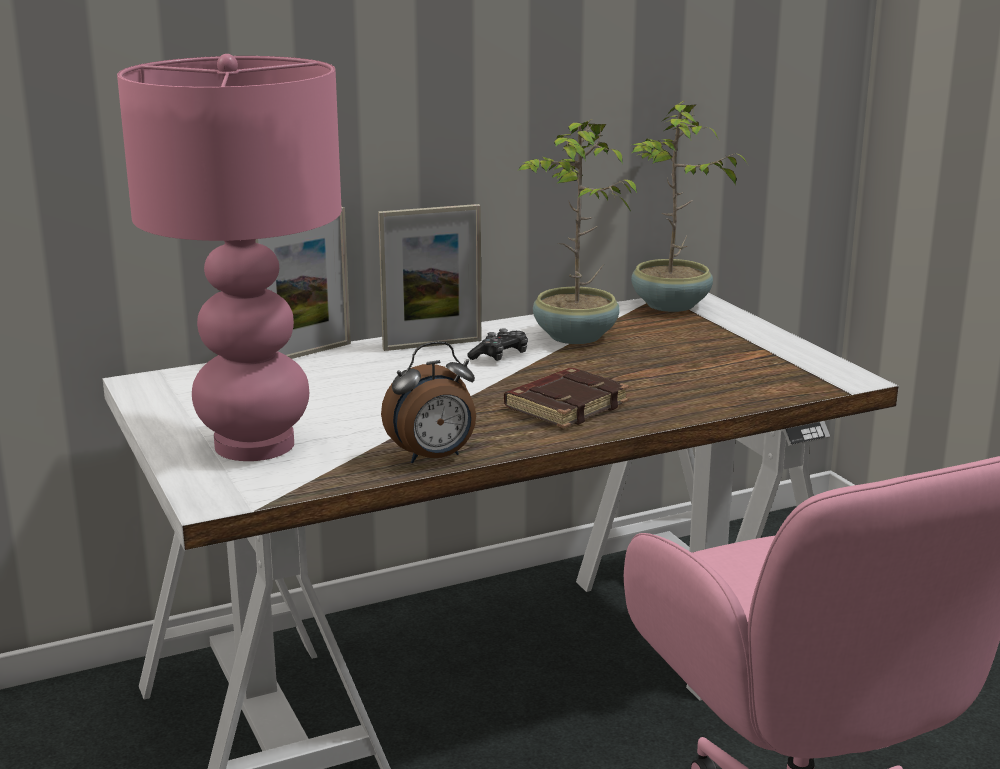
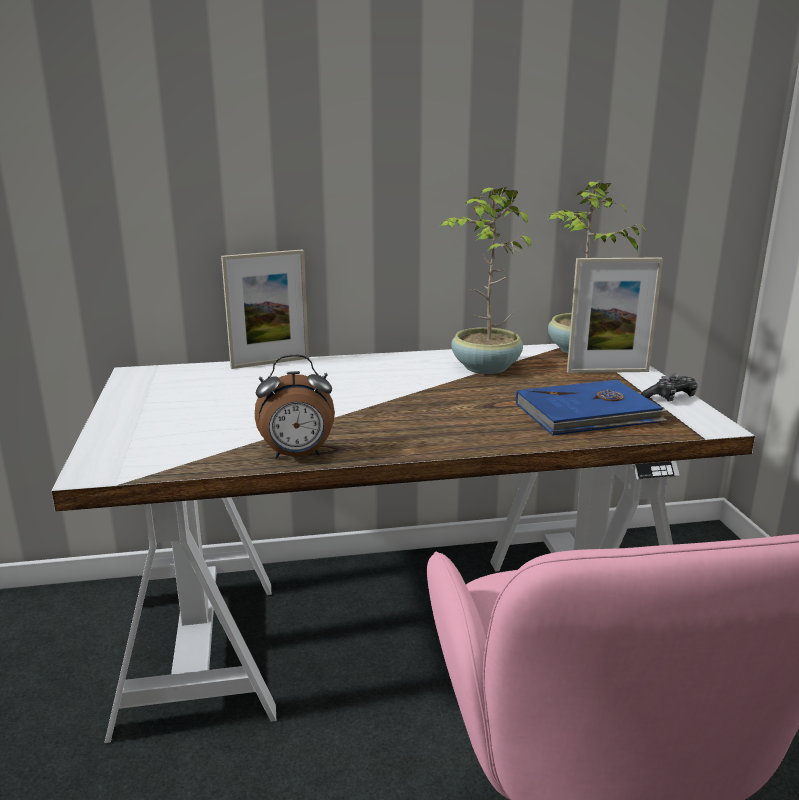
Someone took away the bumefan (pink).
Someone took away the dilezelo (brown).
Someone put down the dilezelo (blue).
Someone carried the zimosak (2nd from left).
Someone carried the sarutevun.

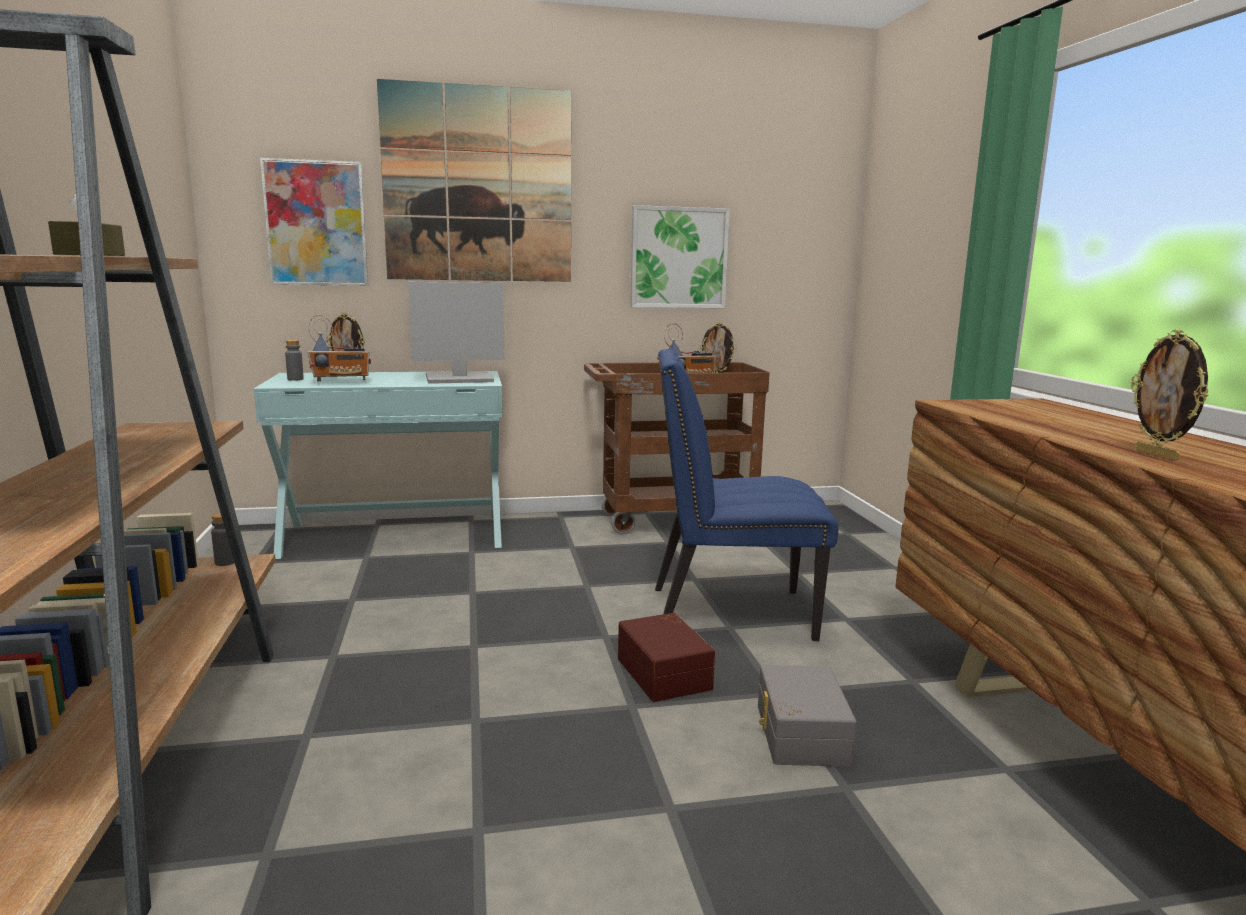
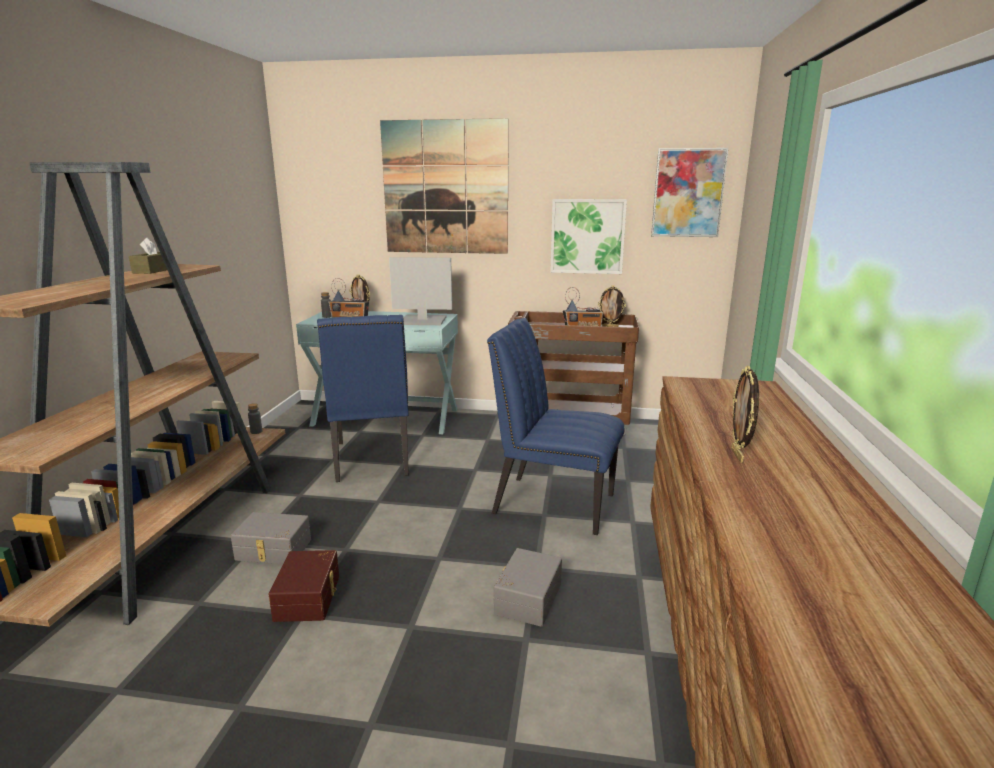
Someone put down the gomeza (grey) (1st from left).
Someone put down the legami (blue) (1st from left).
Someone carried the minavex (1st from left in the first image).
Someone carried the gomeza (brown).

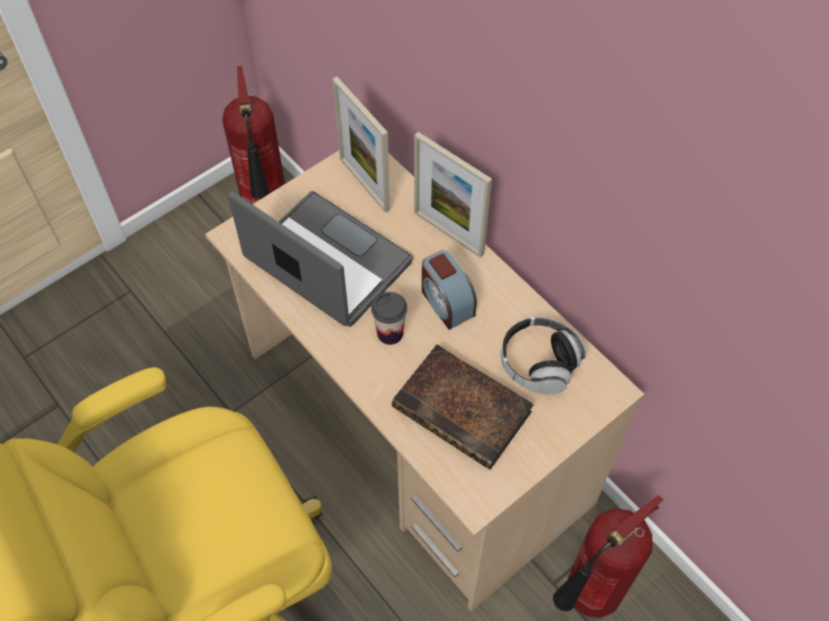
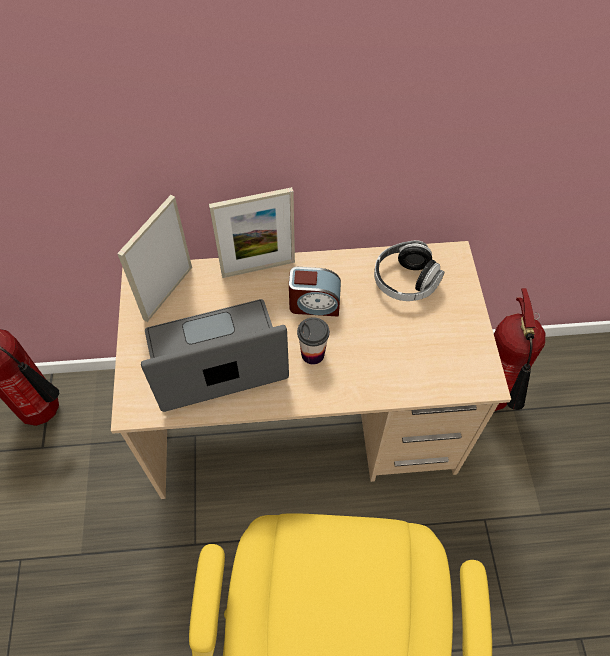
Someone took away the dilezelo.
Someone rotated the zimosak (1st from left) by 120 degrees clockwise.

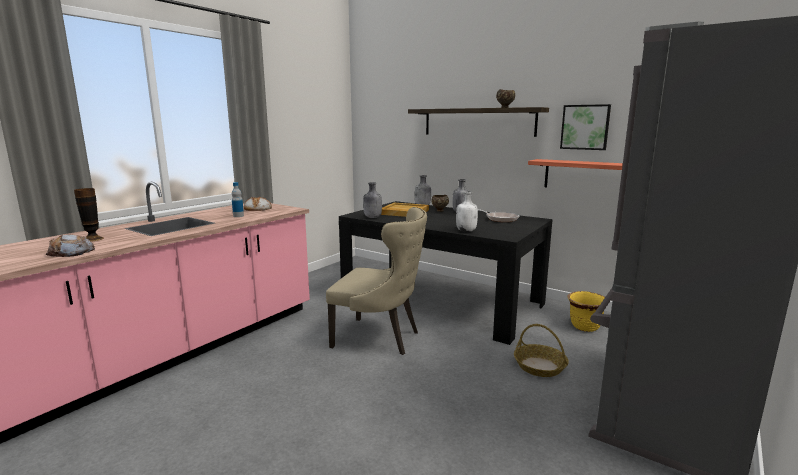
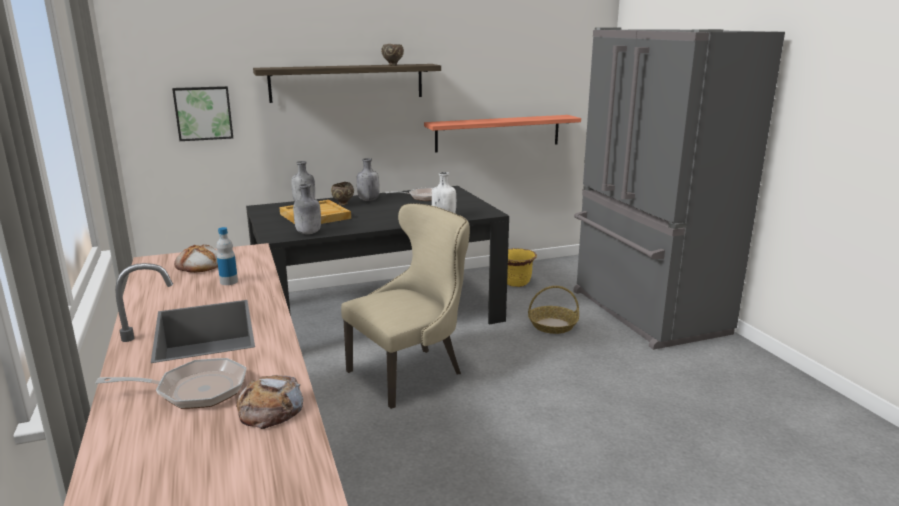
Someone carried the minavex.
Someone swapped the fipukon for the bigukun (1st from left).

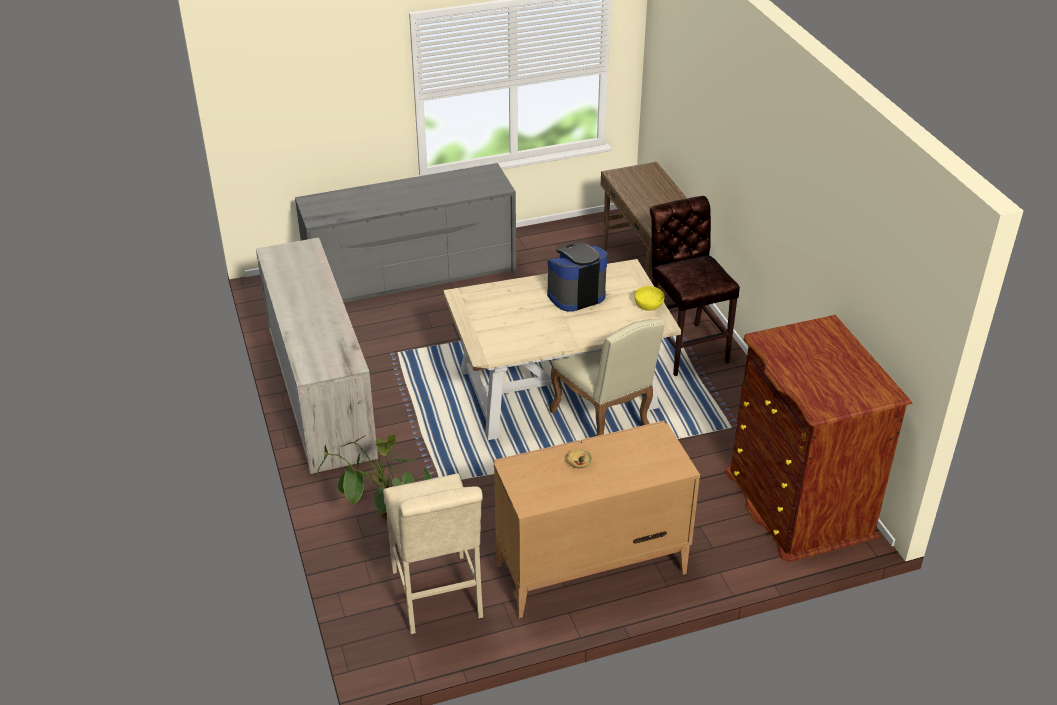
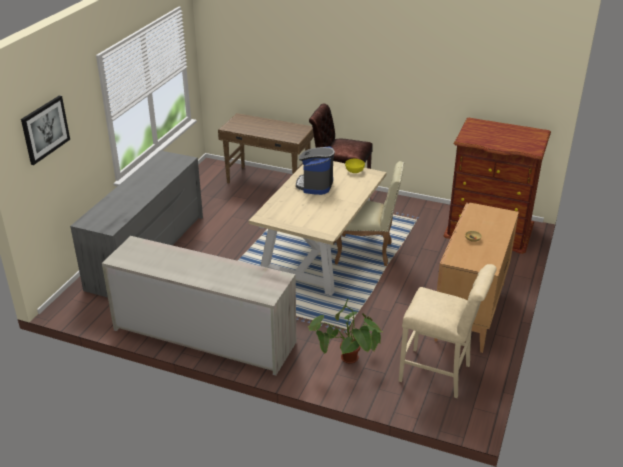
Someone put up the minavex.

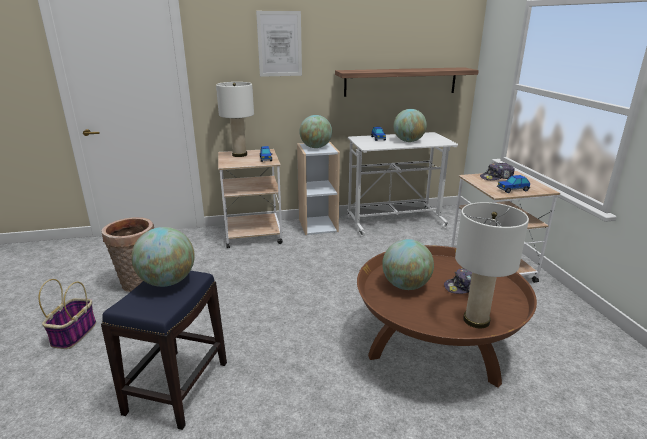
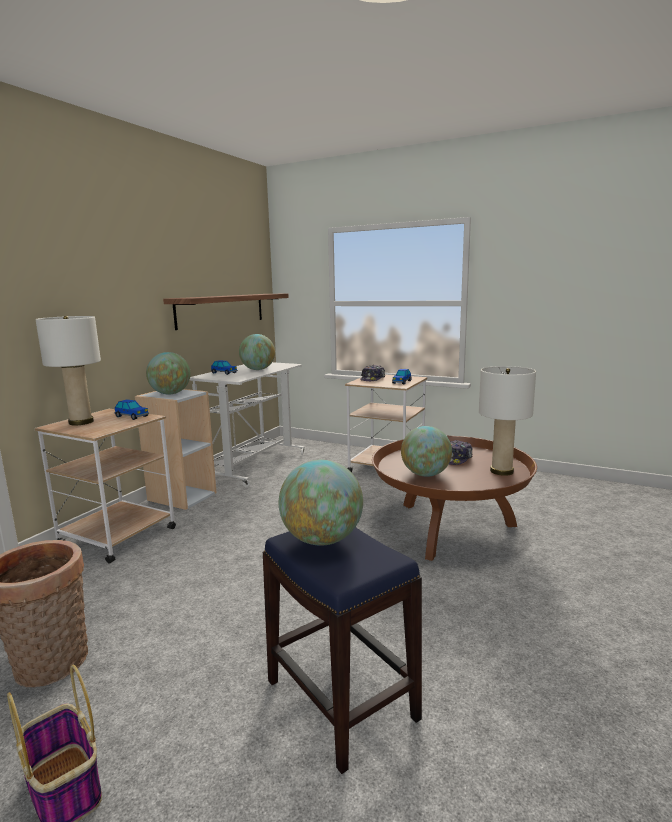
Someone took away the minavex.

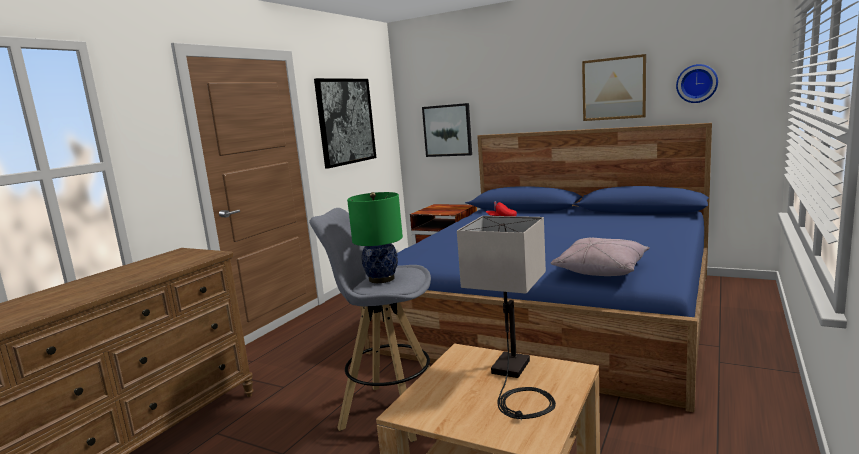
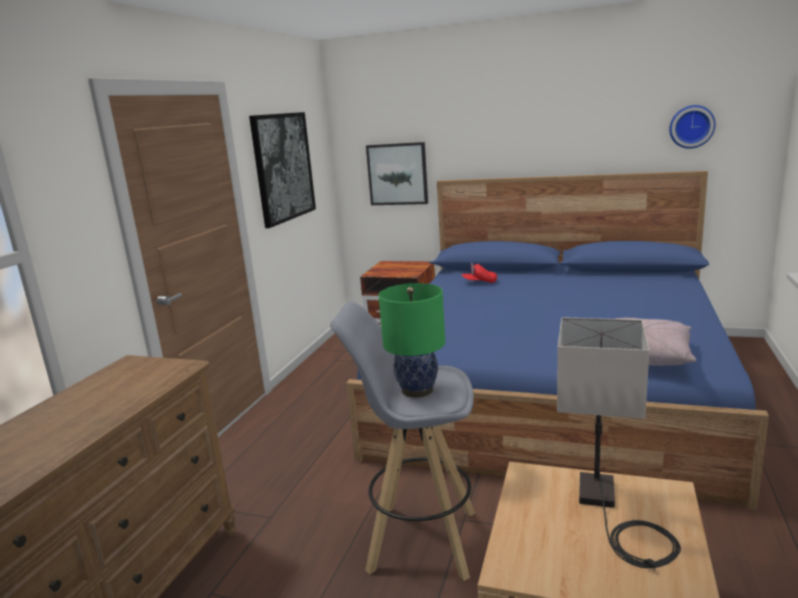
Someone took away the minavex (3rd from left).

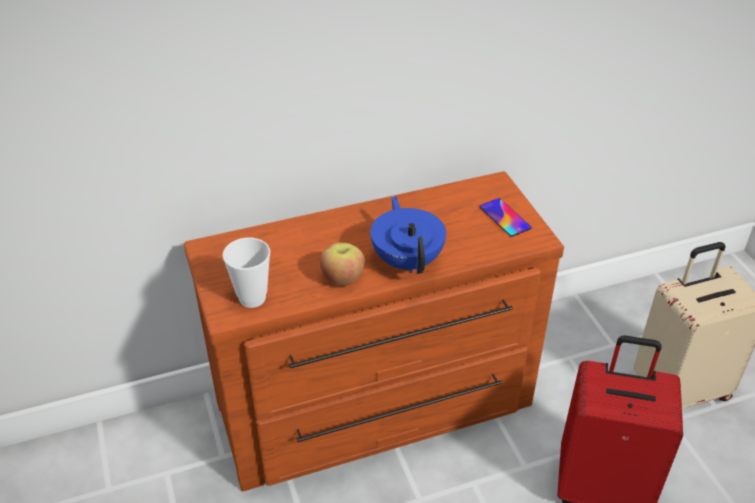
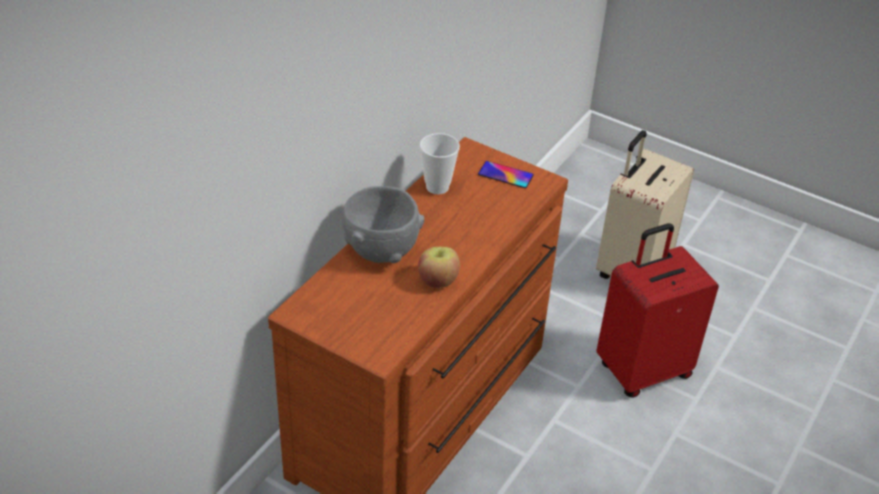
Someone took away the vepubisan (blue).
Someone put down the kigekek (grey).
Someone carried the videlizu.

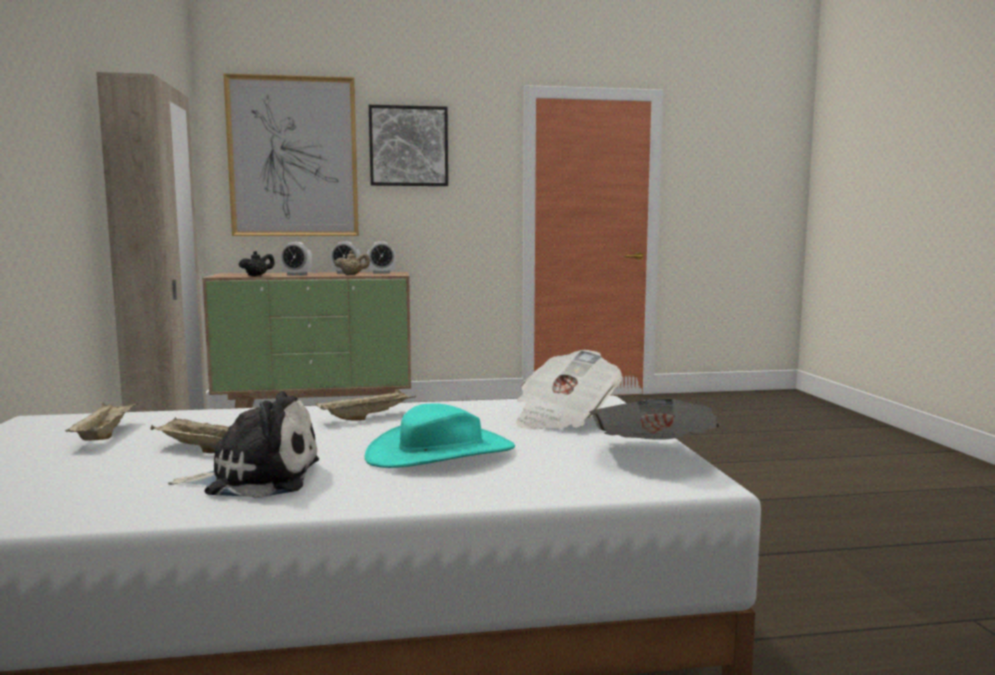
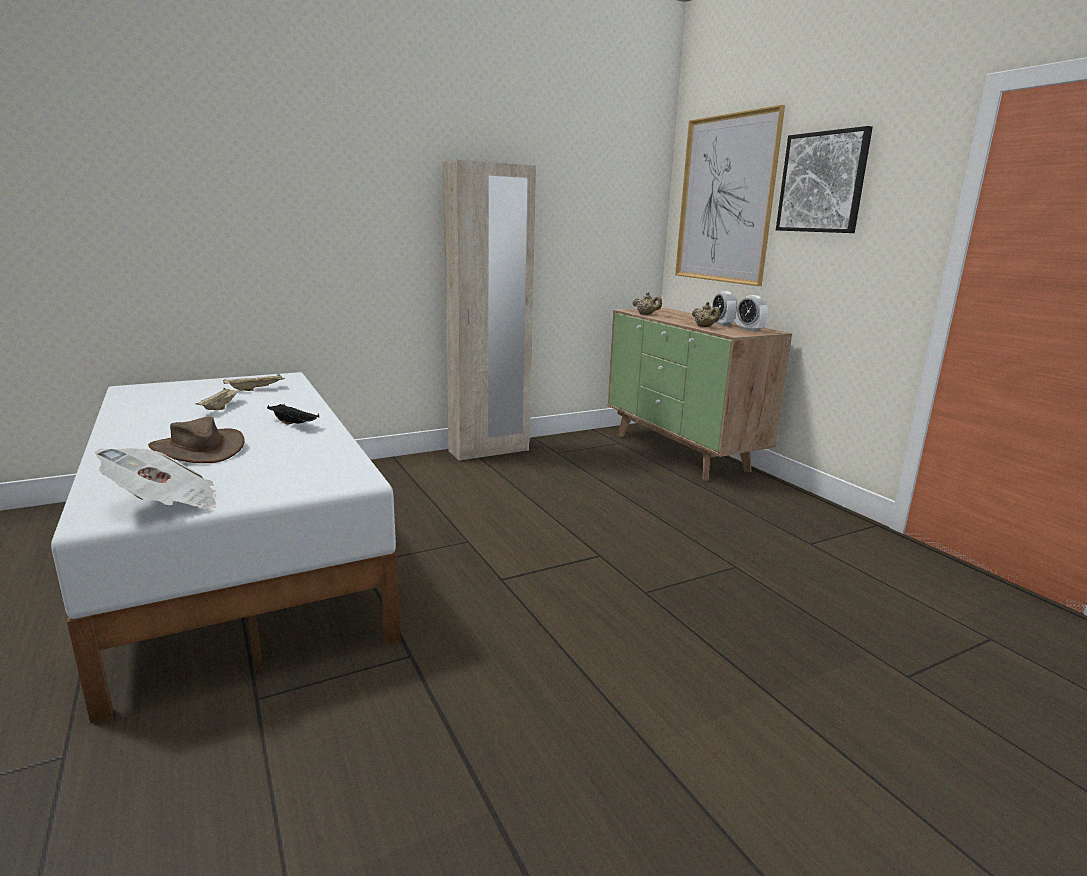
Someone took away the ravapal.
Someone took away the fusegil (1st from left).
Someone took away the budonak (1st from left).
Someone repainted the vepubisan (black), which became the vepubisan (beige) (1st from left).
Someone repainted the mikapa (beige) (3rd from left), which became the mikapa (black).
Someone repainted the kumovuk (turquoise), which became the kumovuk (brown).

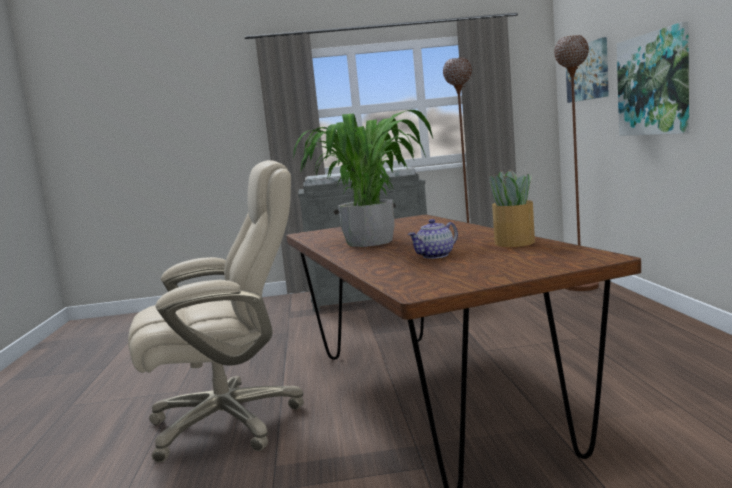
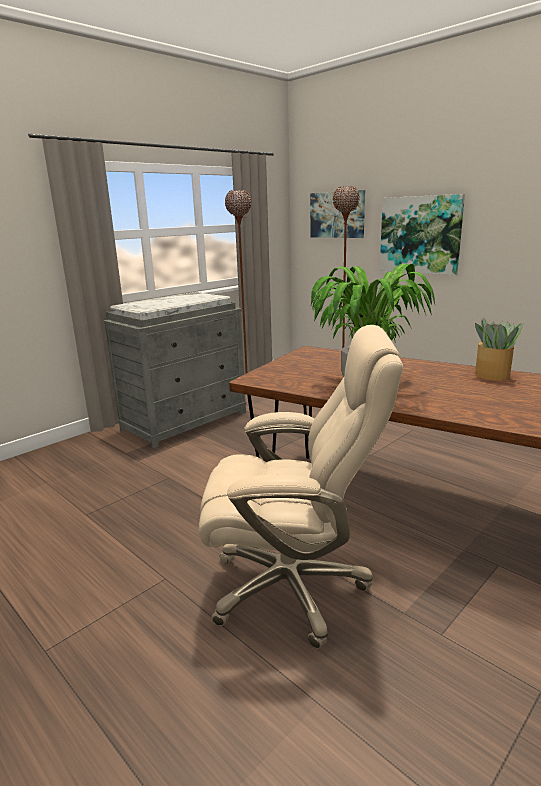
Someone took away the vepubisan.
Someone rotated the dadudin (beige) by 60 degrees clockwise.

